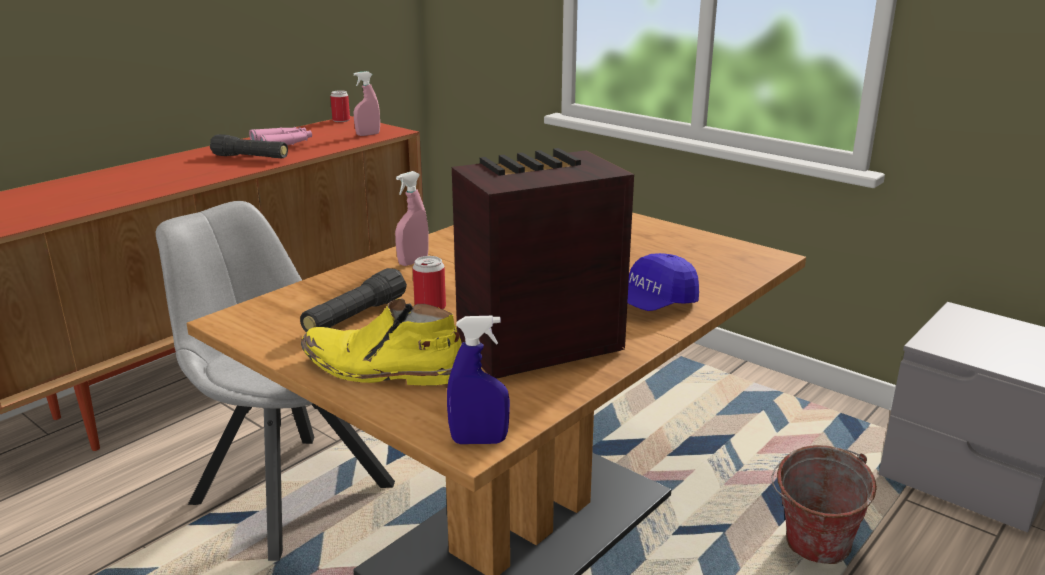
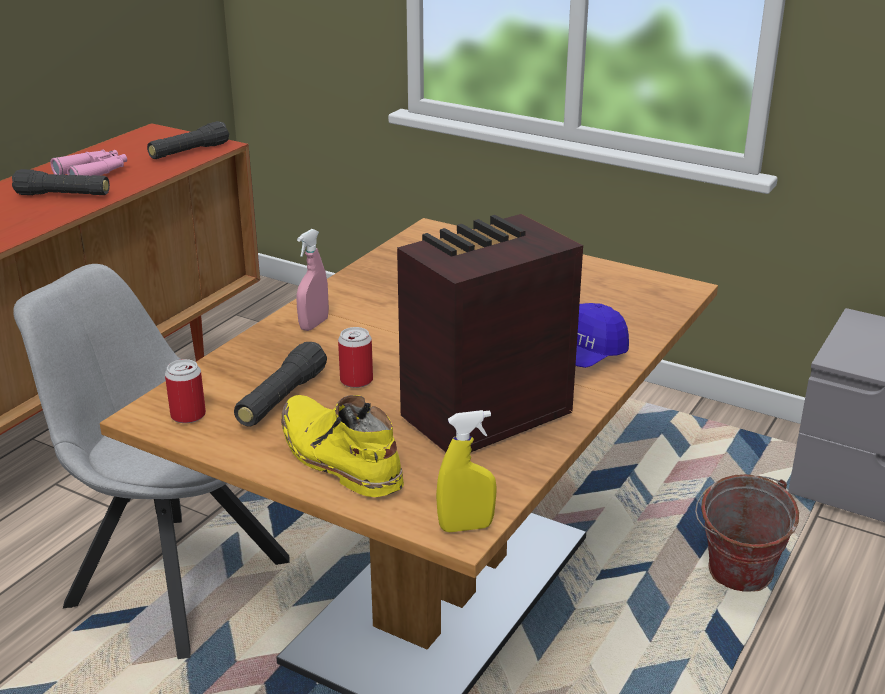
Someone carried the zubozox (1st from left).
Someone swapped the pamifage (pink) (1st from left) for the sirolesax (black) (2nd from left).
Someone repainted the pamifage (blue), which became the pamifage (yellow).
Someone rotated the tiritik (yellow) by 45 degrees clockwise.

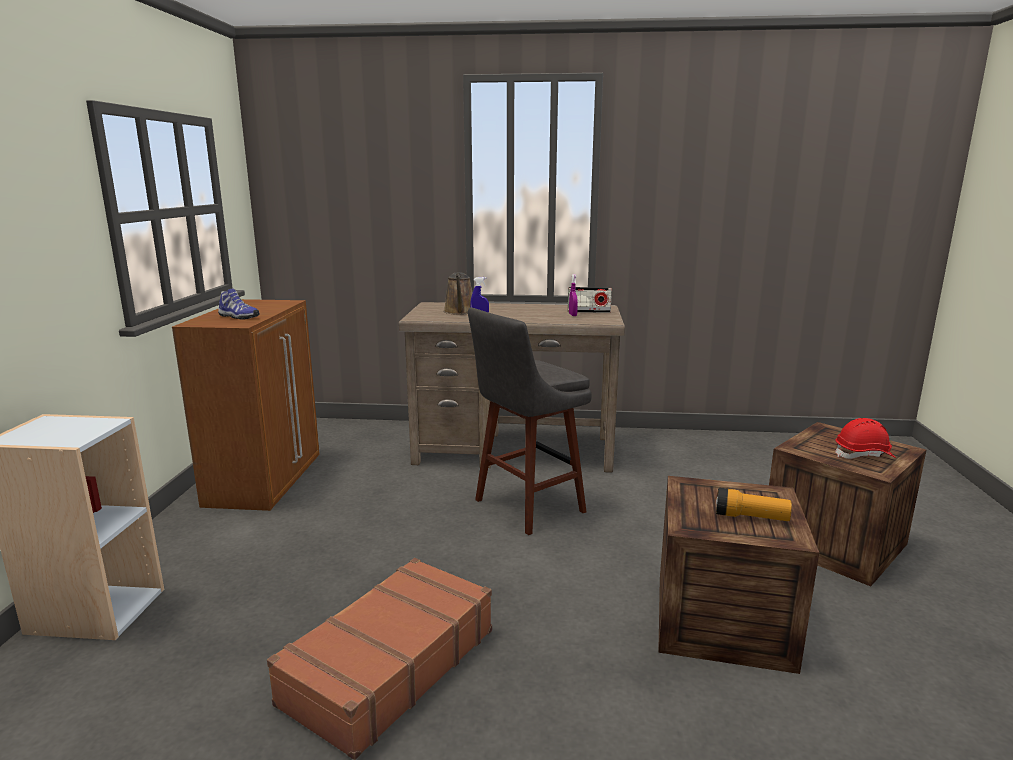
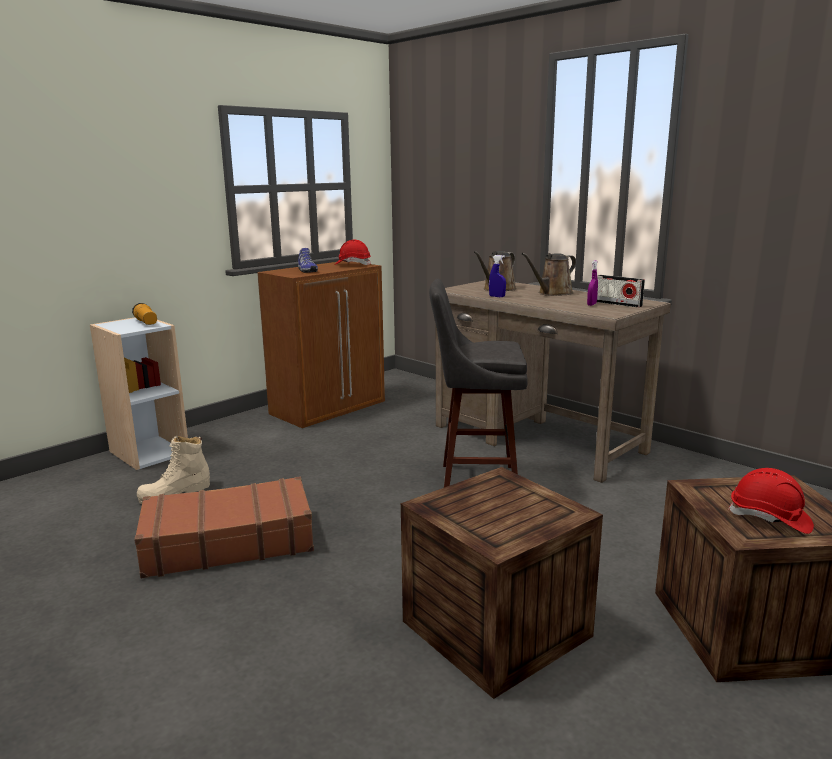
Someone put down the tiritik (beige).
Someone put down the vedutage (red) (1st from left).
Someone put down the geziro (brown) (2nd from left).
Someone carried the sirolesax.

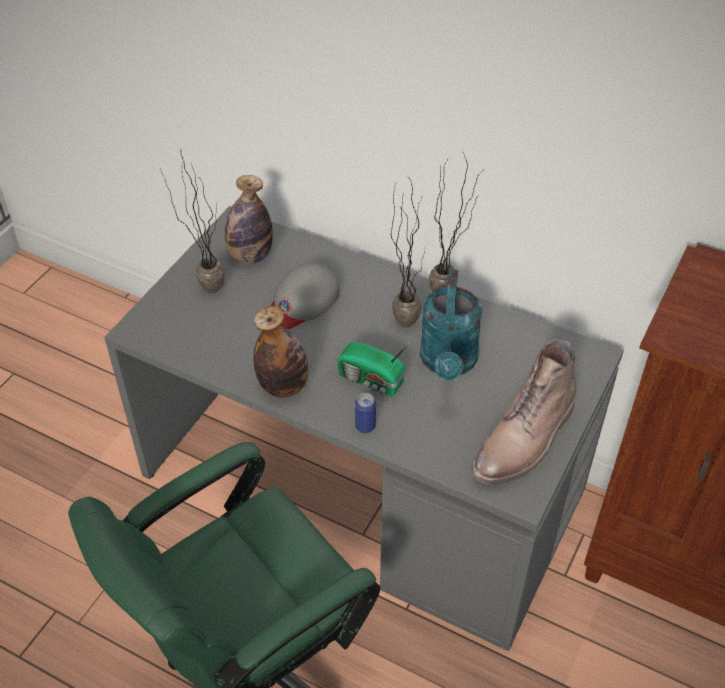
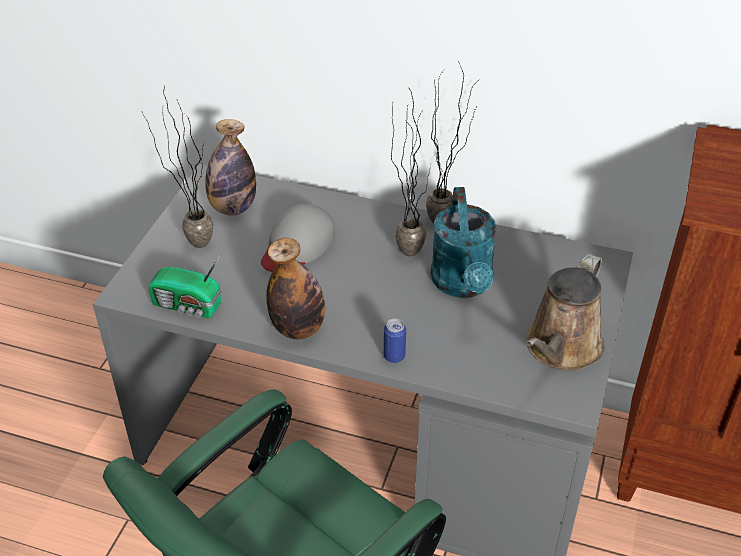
Someone carried the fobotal.
Someone swapped the tiritik (brown) for the geziro (brown).

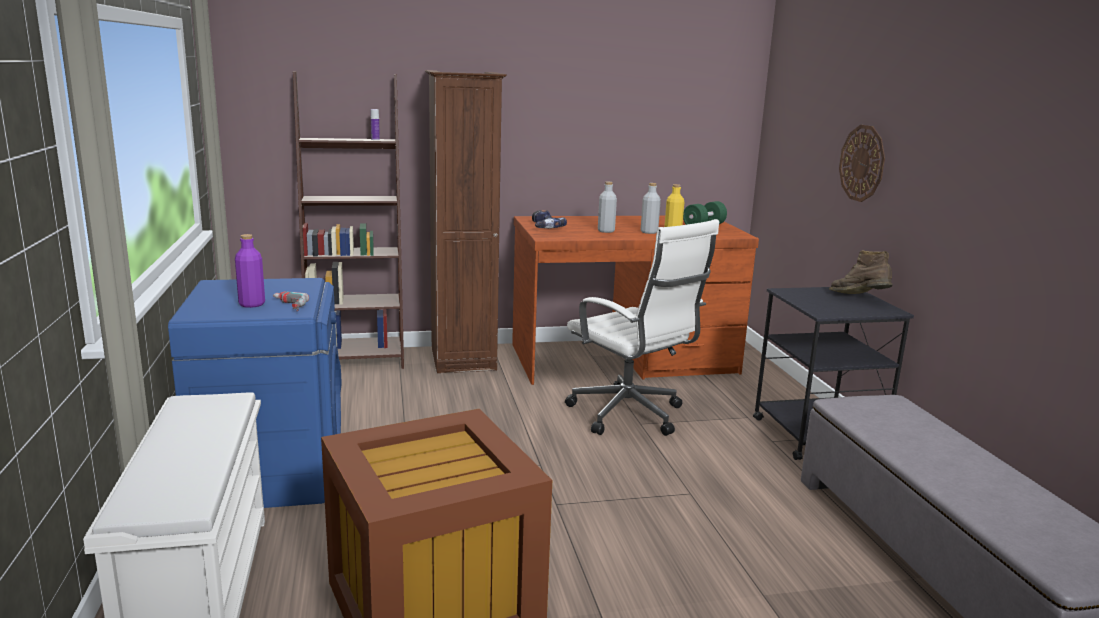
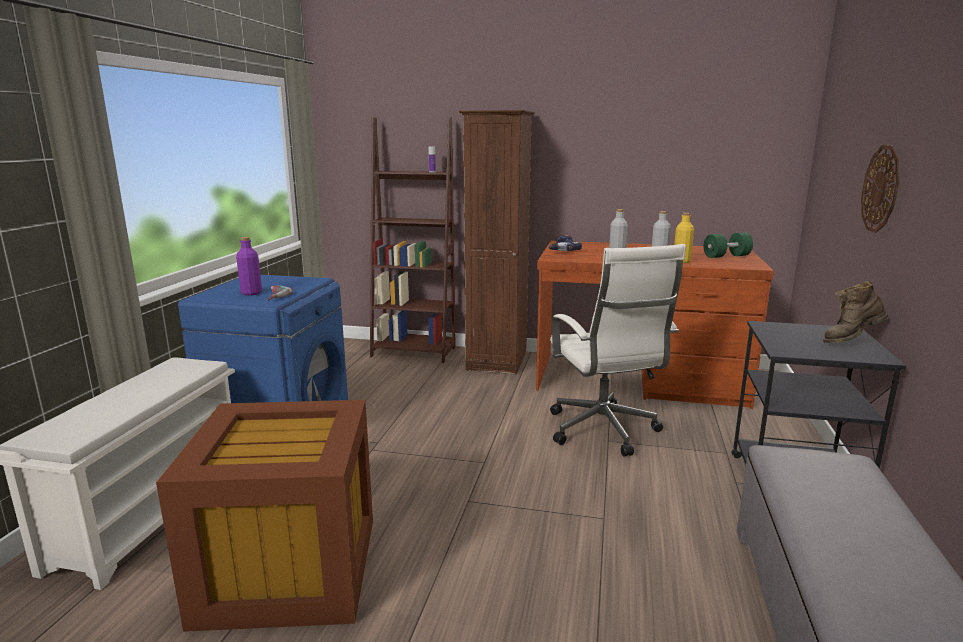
Someone rotated the tiritik (brown) by 90 degrees counterclockwise.

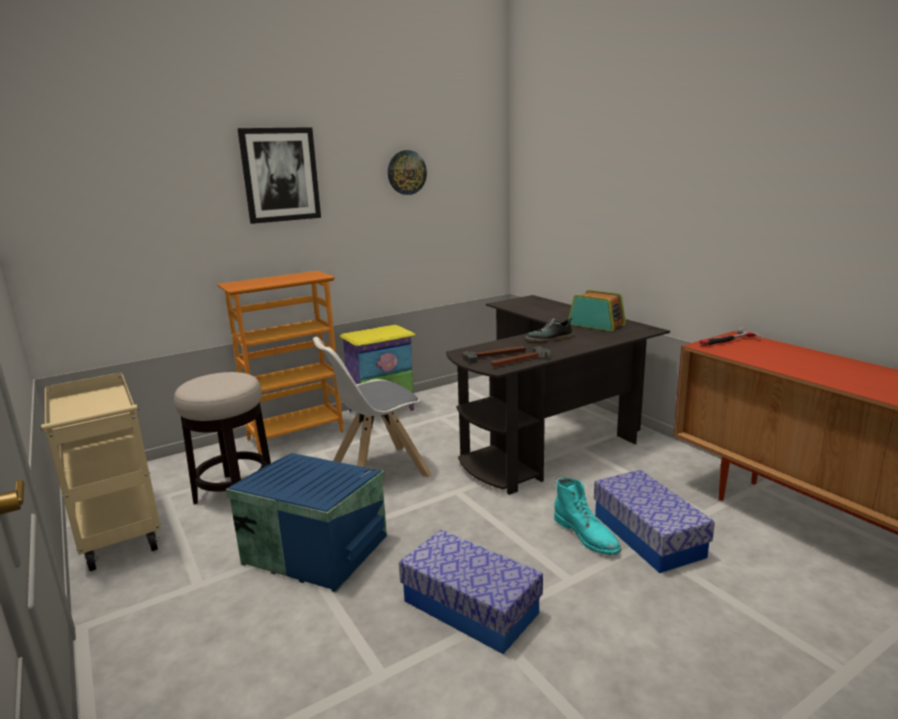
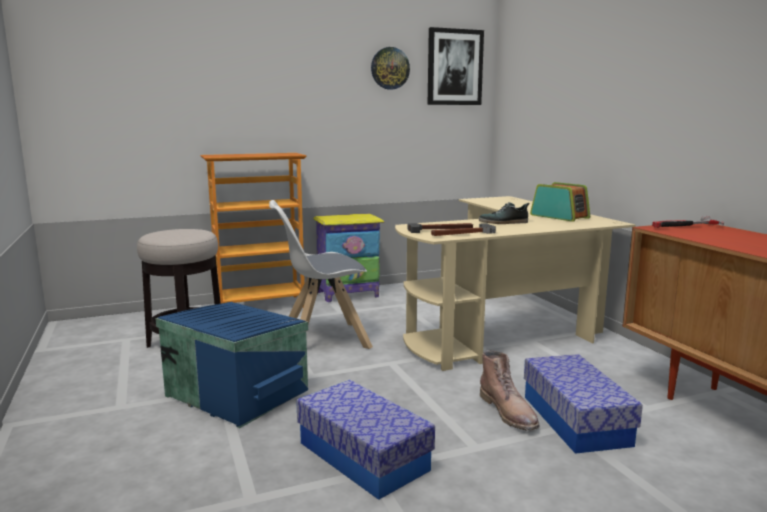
Someone took away the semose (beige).
Someone carried the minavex.
Someone repainted the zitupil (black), which became the zitupil (beige).
Someone repainted the tiritik (turquoise), which became the tiritik (brown).

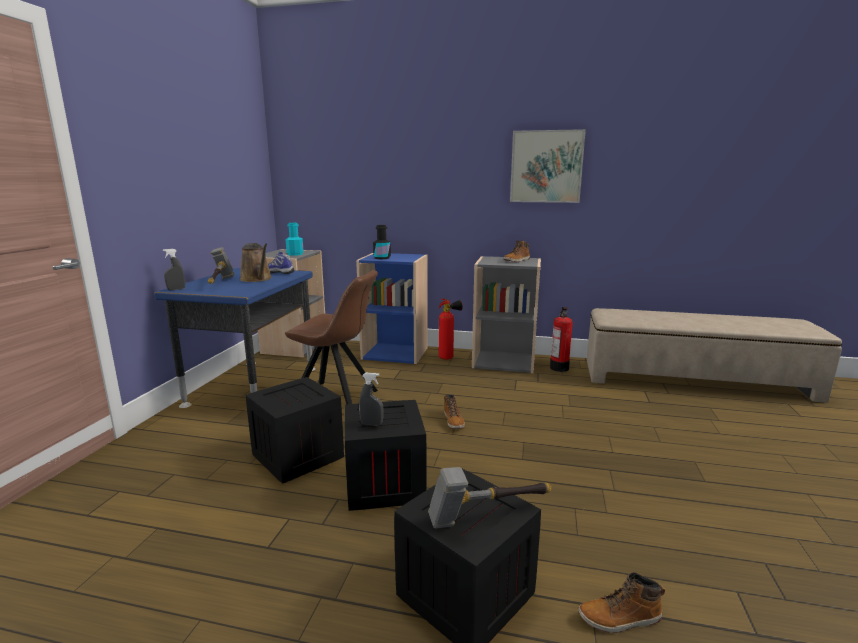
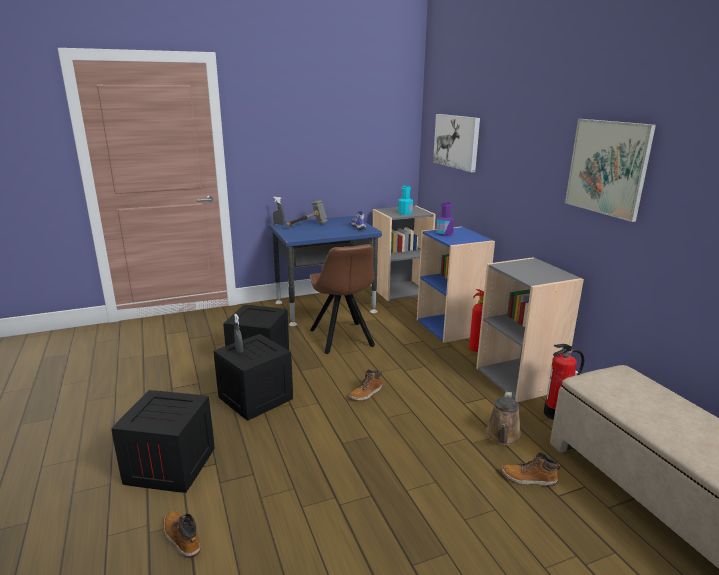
Someone took away the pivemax (2nd from left).
Someone put up the minavex (1st from left).
Someone carried the geziro (brown).
Someone carried the tiritik (2nd from left in the first image).
Someone repainted the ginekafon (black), which became the ginekafon (purple).

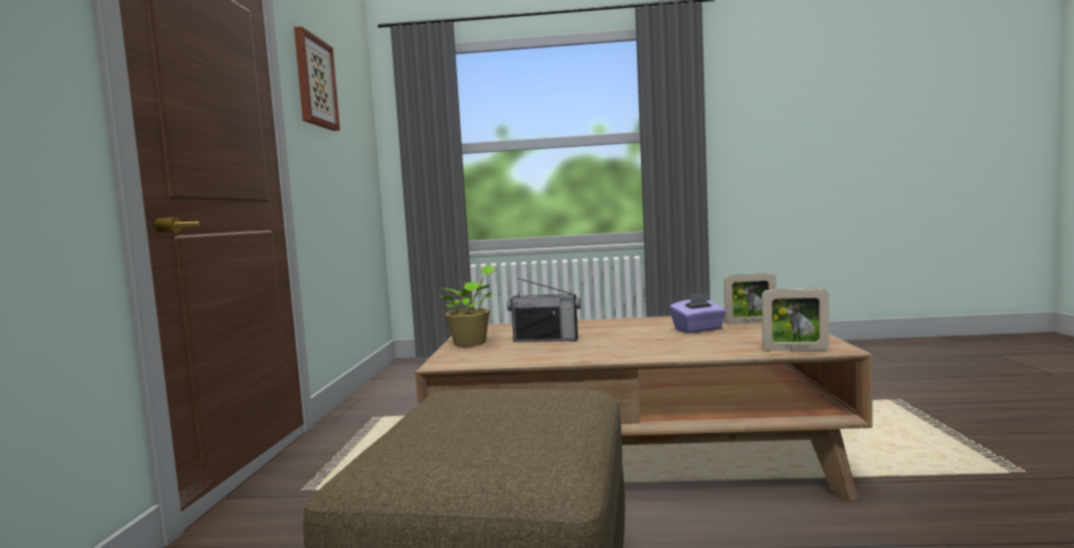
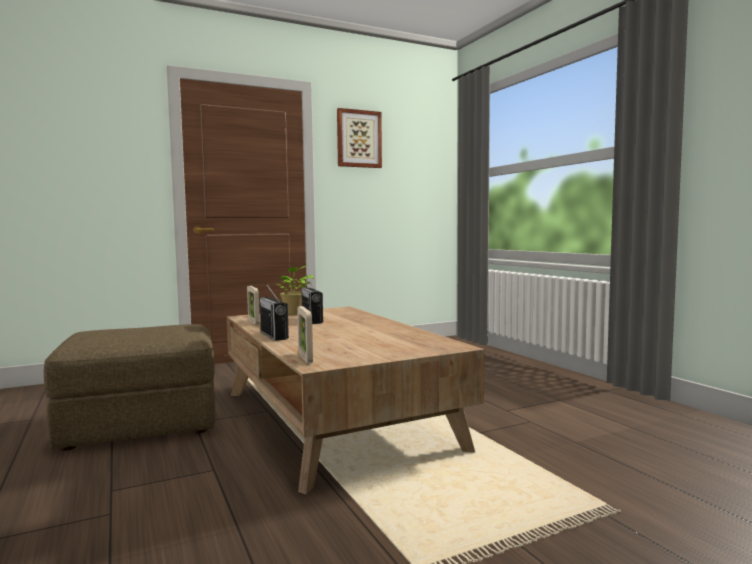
Someone took away the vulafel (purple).
Someone put down the fobotal (1st from left).
Someone carried the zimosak (1st from left).

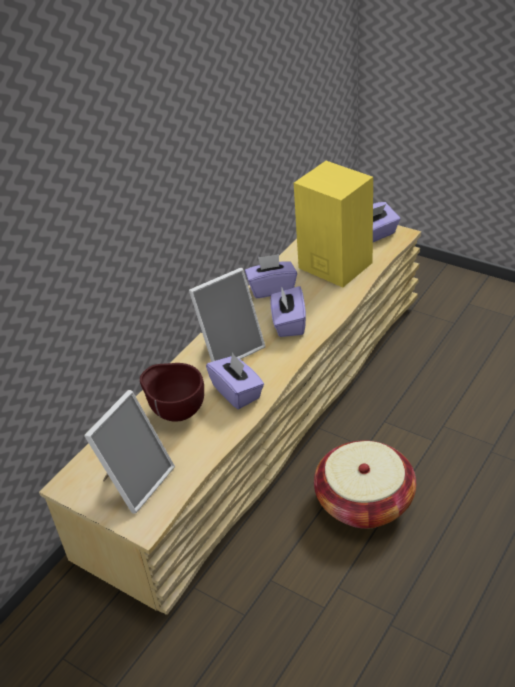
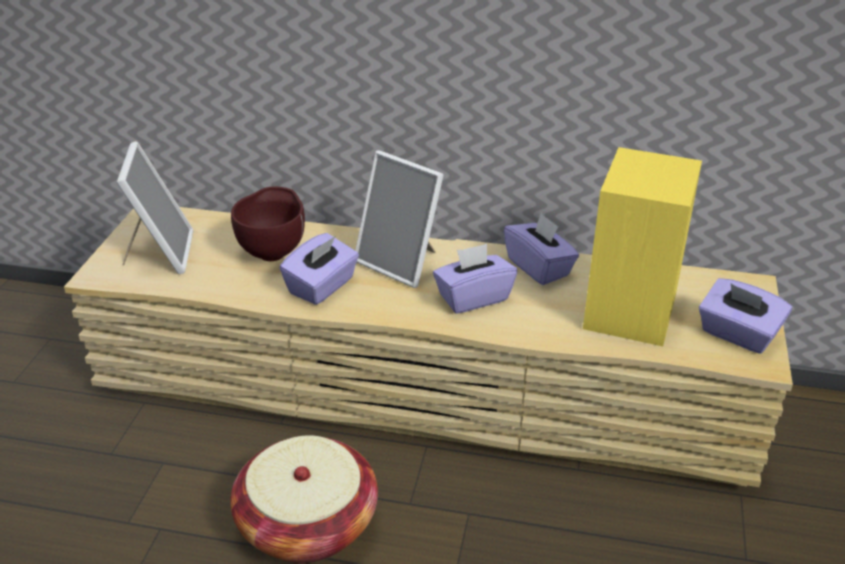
Someone rotated the zimosak (1st from left) by 105 degrees counterclockwise.

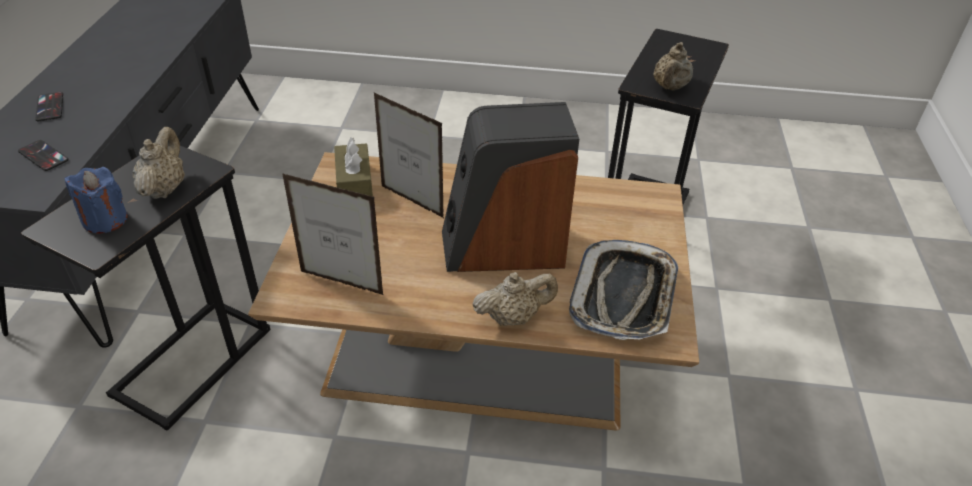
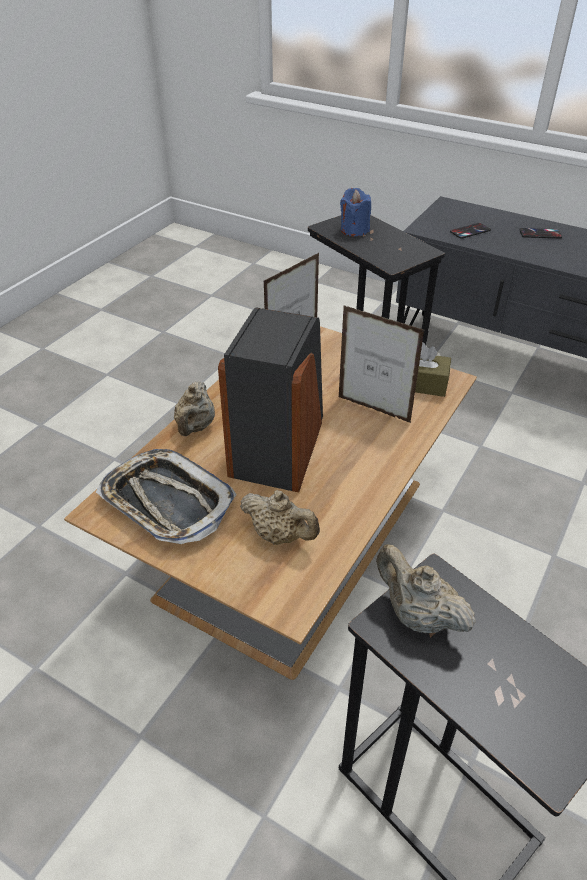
Someone carried the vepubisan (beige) (1st from left in the first image).
Someone rotated the zimosak (2nd from left) by 120 degrees counterclockwise.

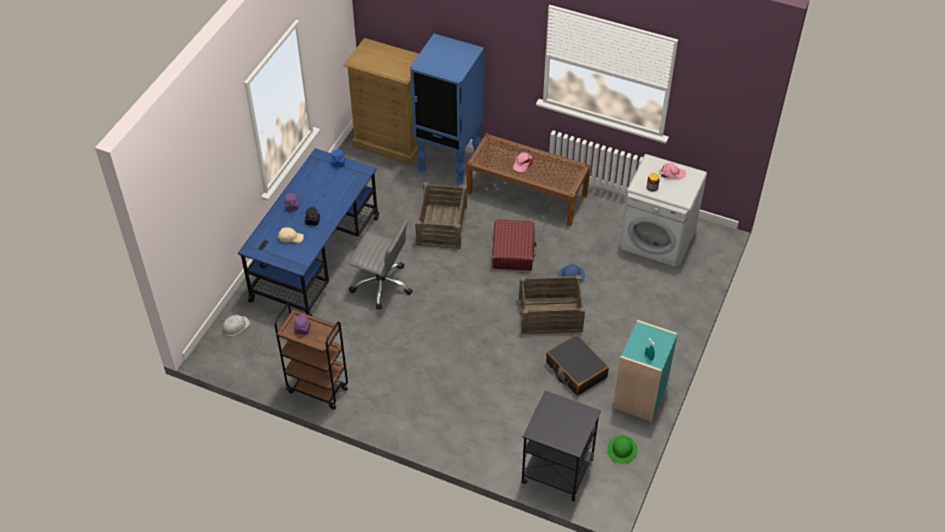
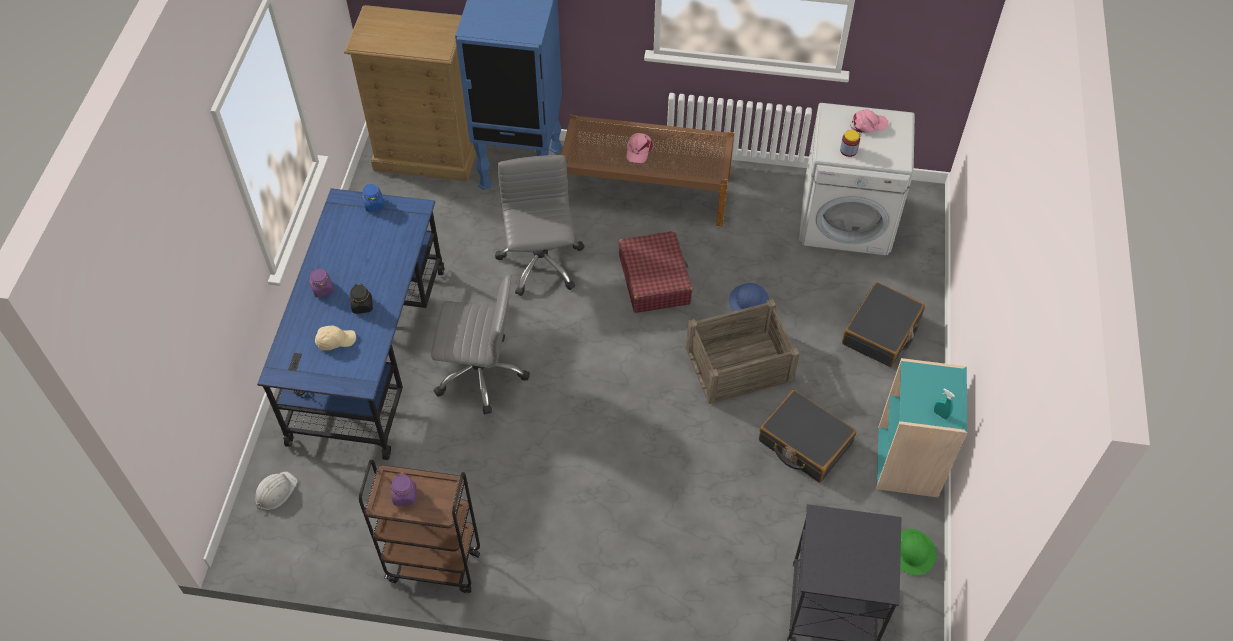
Someone put down the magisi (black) (2nd from left).
Someone swapped the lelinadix (1st from left) for the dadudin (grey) (2nd from left).

